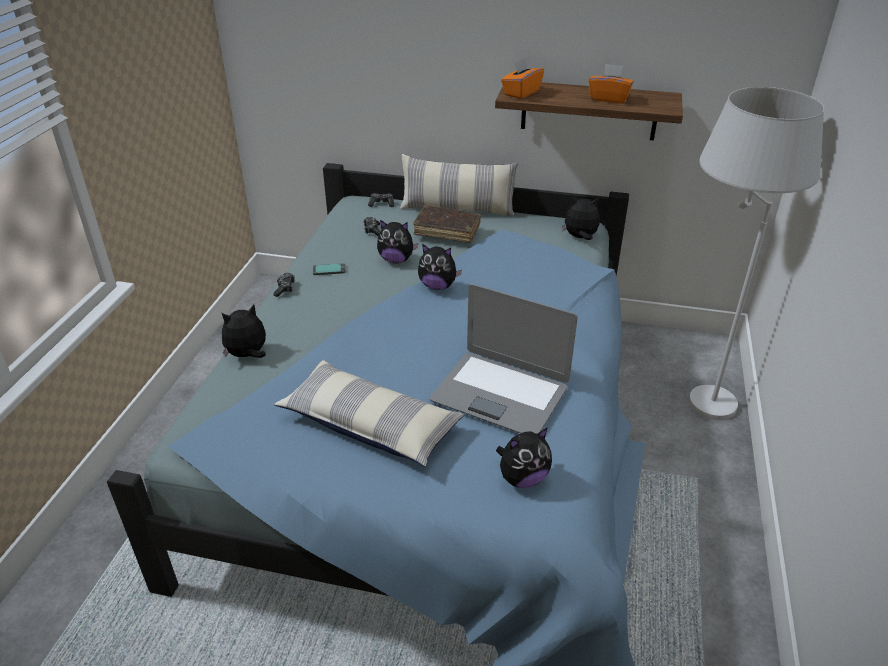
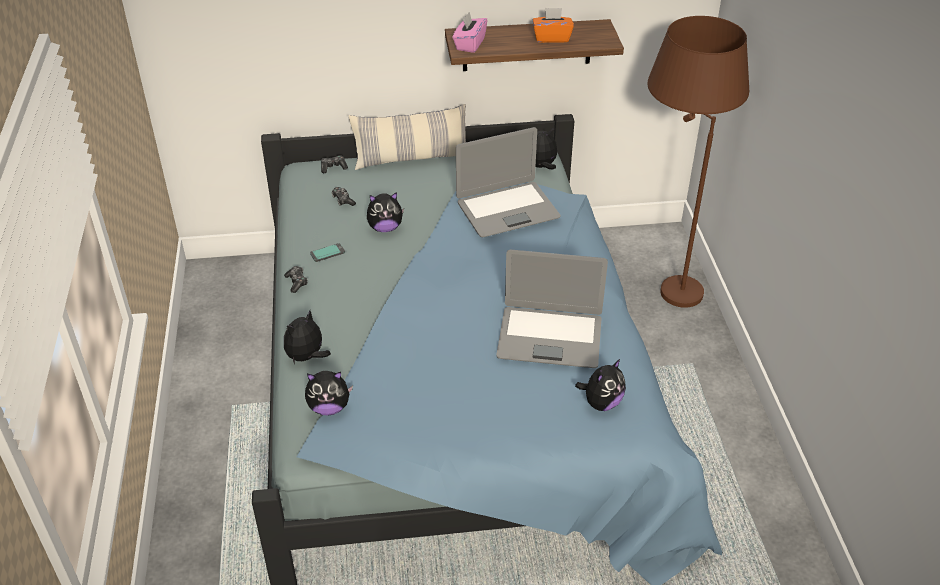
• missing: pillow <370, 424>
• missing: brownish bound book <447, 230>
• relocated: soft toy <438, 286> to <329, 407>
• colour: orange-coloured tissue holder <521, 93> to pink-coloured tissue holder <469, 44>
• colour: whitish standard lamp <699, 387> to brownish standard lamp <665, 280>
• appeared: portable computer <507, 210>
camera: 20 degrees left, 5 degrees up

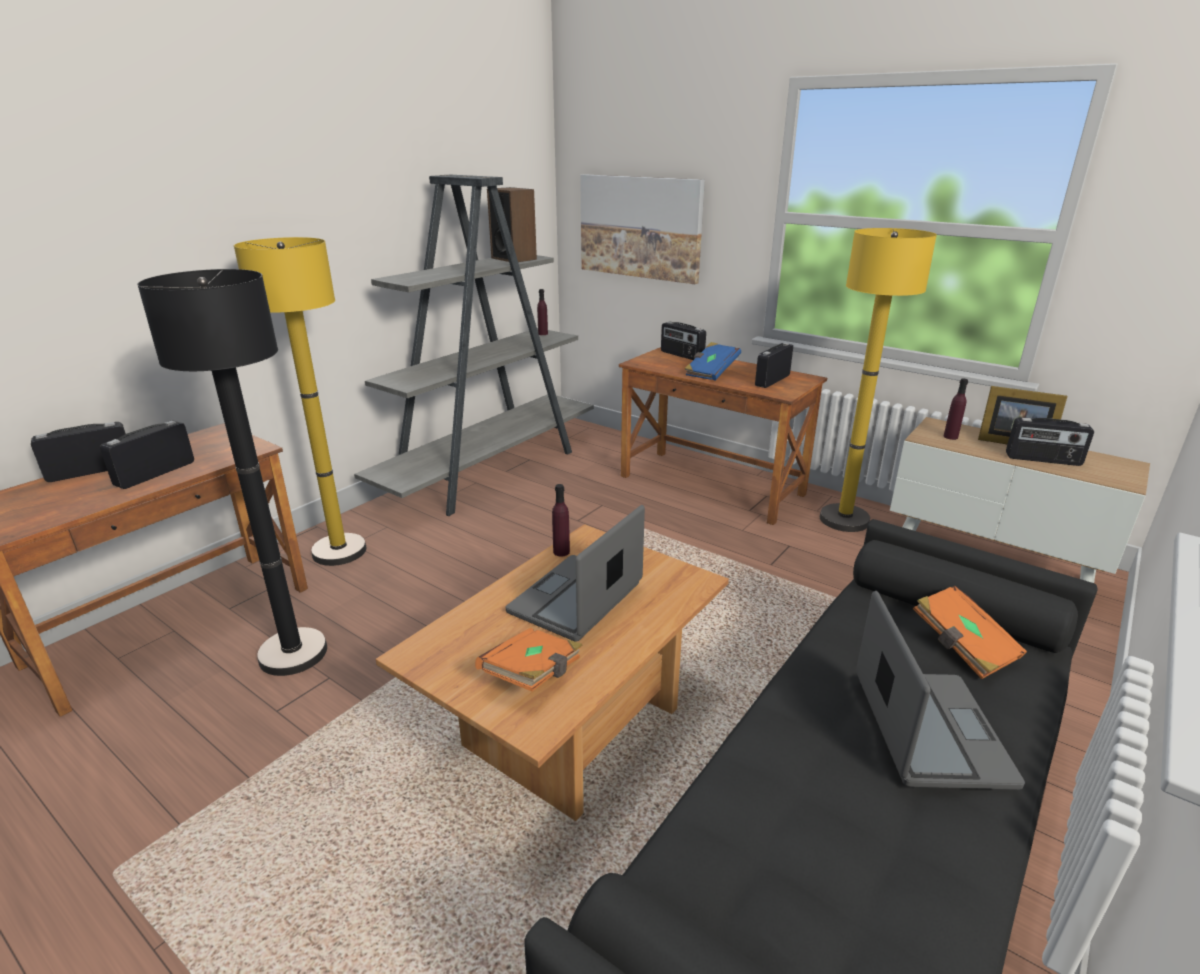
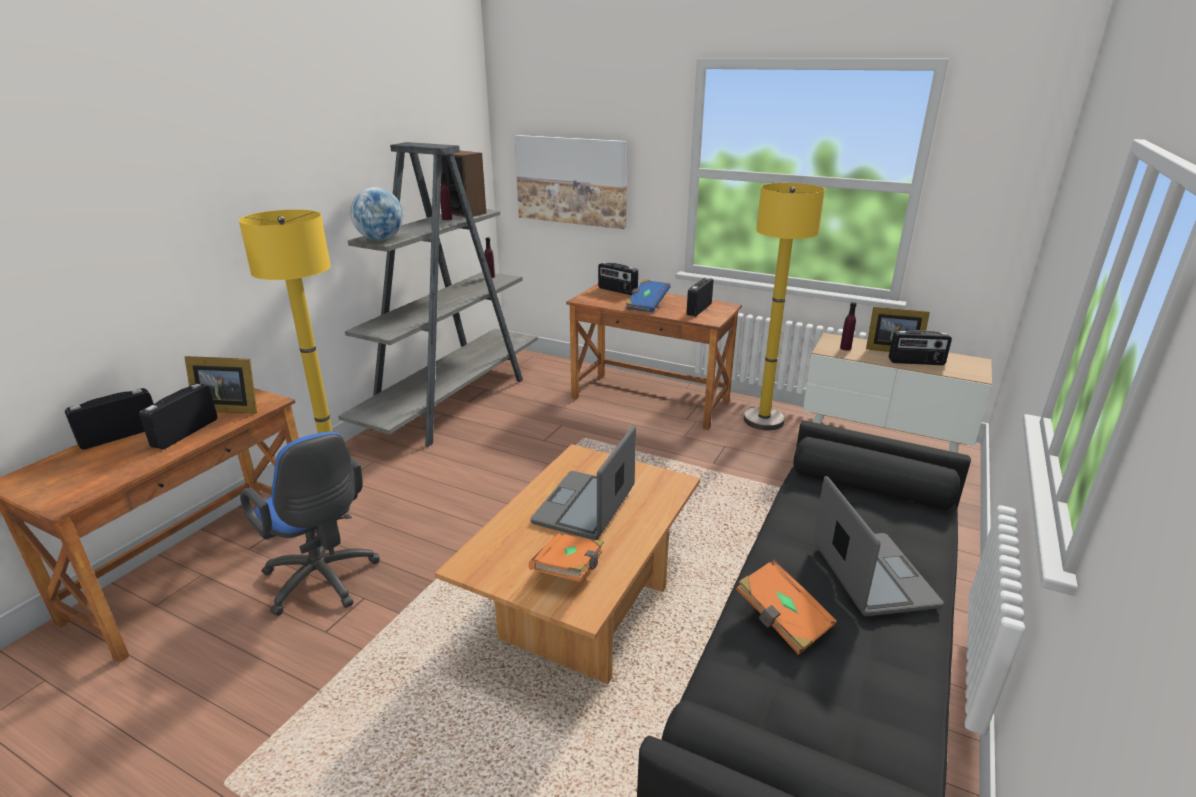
• exchanged: black standard lamp <293, 653> to blue-coloured desk chair <323, 581>
• relocated: purple beverage bottle <561, 552> to <447, 219>
• relocated: orange-coloured bound book <962, 646> to <782, 619>
• appeared: photo frame <228, 408>
• appeared: globe <380, 239>
camera: 10 degrees left, 0 degrees up

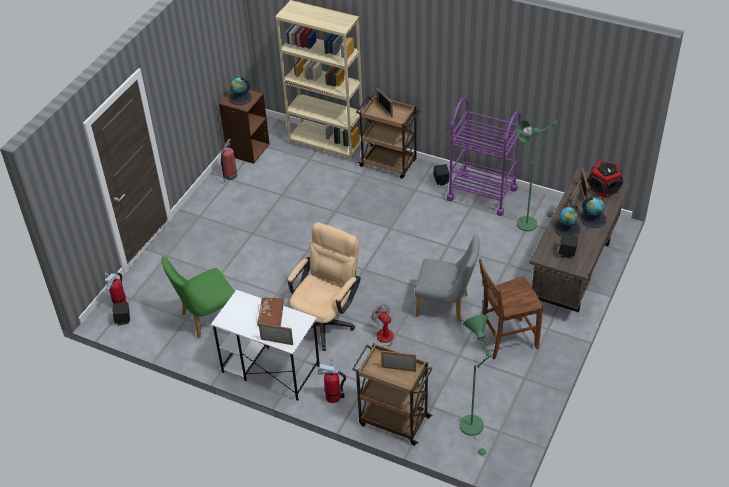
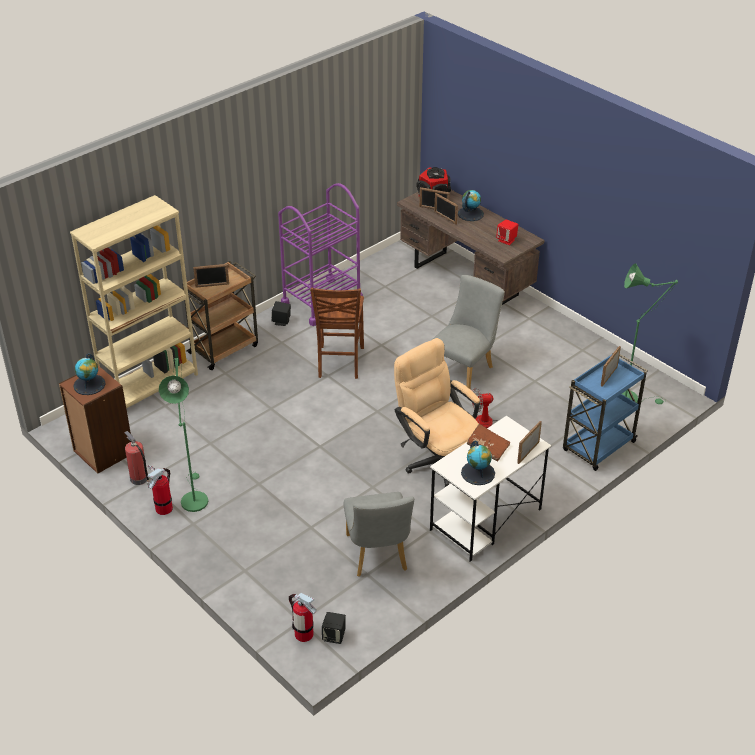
• colour: greenish upright chair <206, 319> to greyish upright chair <378, 556>
• relocated: fire extinguisher <333, 397> to <164, 508>
• colour: brownish wheeled cart <393, 420> to blue-coloured wheeled cart <598, 447>
• relocated: brownish upright chair <506, 339> to <339, 363>
• relocated: greenish standard lamp <530, 222> to <193, 498>
• relocated: globe <567, 228> to <478, 473>
• colour: black speaker <567, 253> to red-coloured speaker <506, 240>
camera: 70 degrees left, 5 degrees down

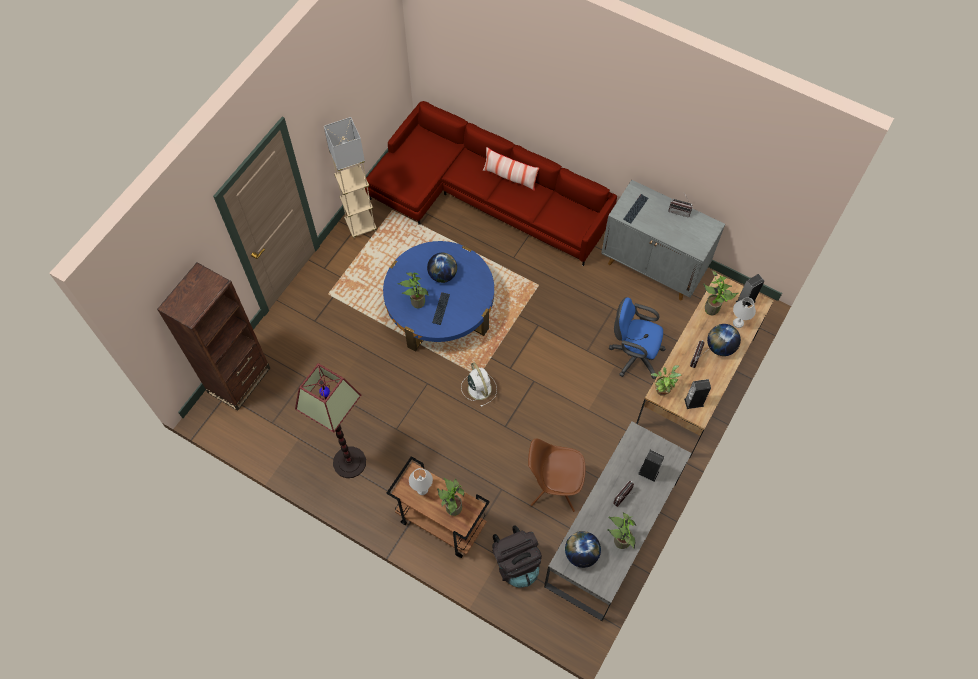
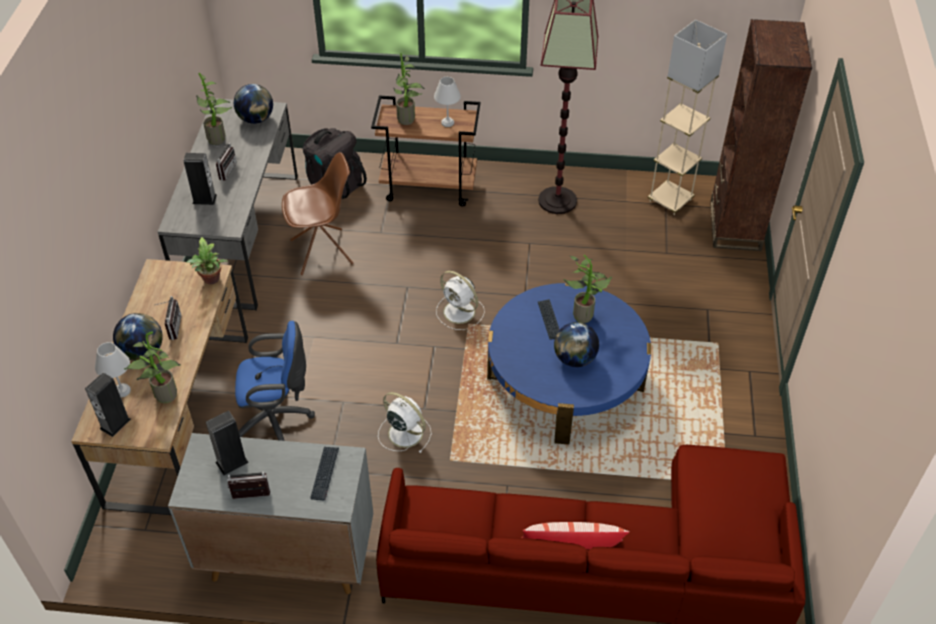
• relocated: beige-coloured standard lamp <361, 225> to <670, 200>
• relocated: speaker <694, 402> to <232, 462>
• appeared: whitish electric fan <404, 432>
camera: 155 degrees right, 15 degrees down

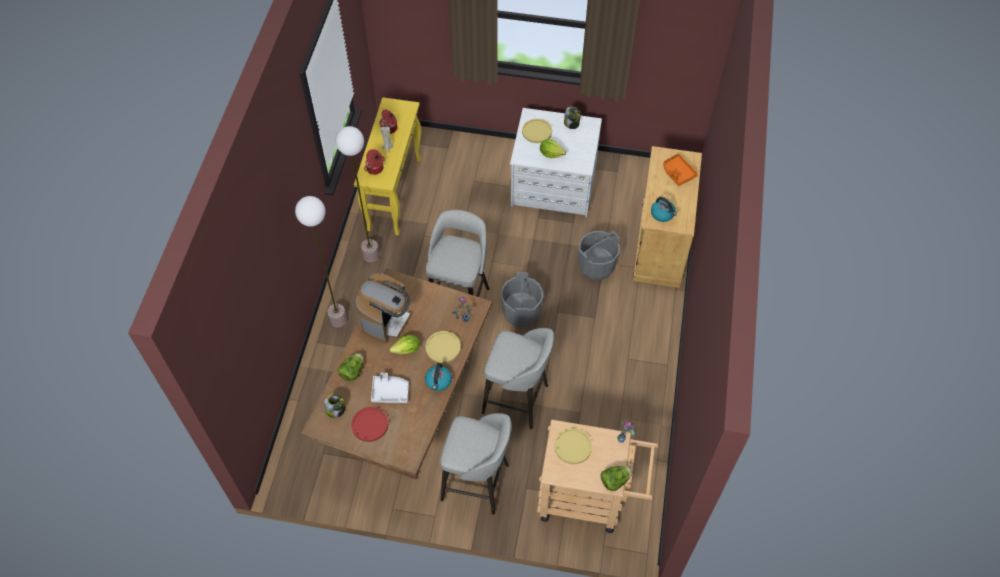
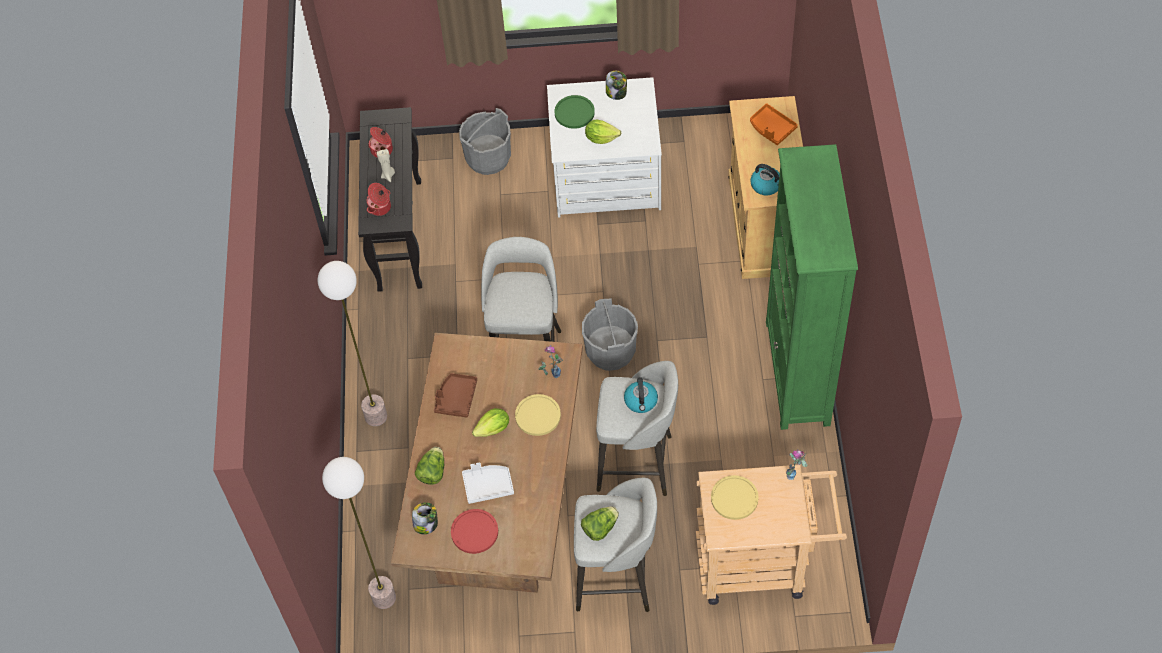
• relocated: standard lamp <371, 255> to <383, 597>
• colour: yellowish hall table <394, 193> to black hall table <399, 234>
• exchanged: coffee machine <387, 320> to brownish tray <456, 398>
• relocated: water kettle <438, 381> to <641, 401>
• colour: yellowish plate <537, 131> to greenish plate <574, 112>
• relocated: greyish pail <596, 266> to <488, 158>
• relocated: head of lettuce <615, 480> to <600, 528>
• appeared: greenish bookcase <797, 373>
camera: 10 degrees left, 0 degrees up

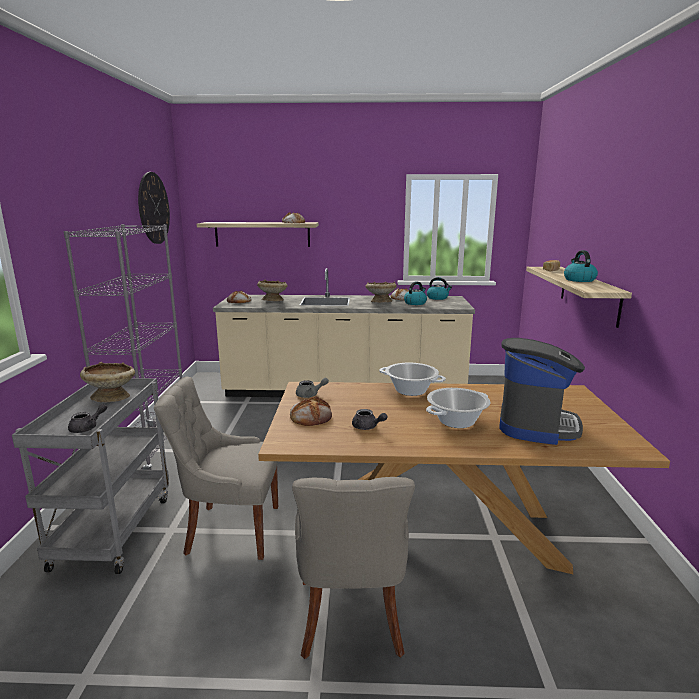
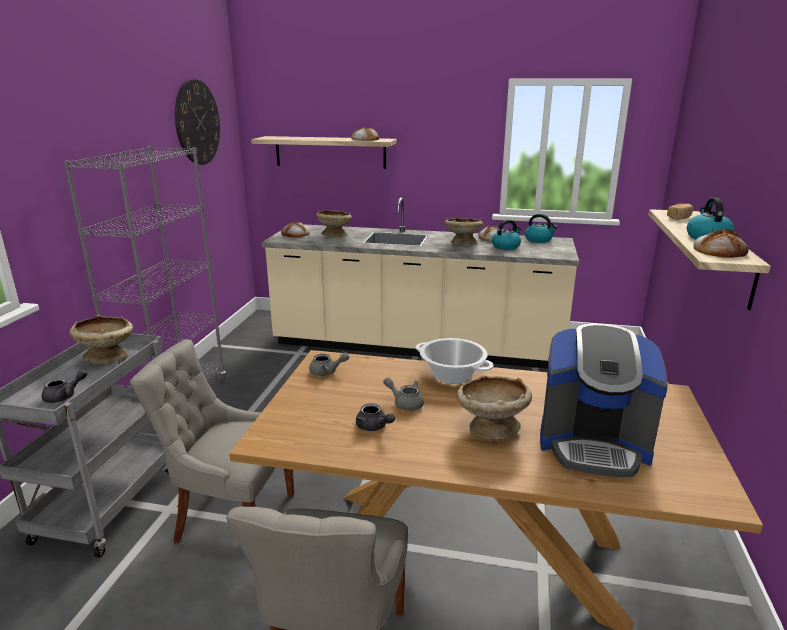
• relocated: bread <311, 416> to <719, 251>
• exchanged: cooking pot <457, 421> to beige-coloured bowl <490, 428>
• spun: coffee machine <536, 425> = <593, 444> 75 degrees clockwise
• appeared: greyish tea pot <405, 403>
camera: 10 degrees right, 5 degrees up

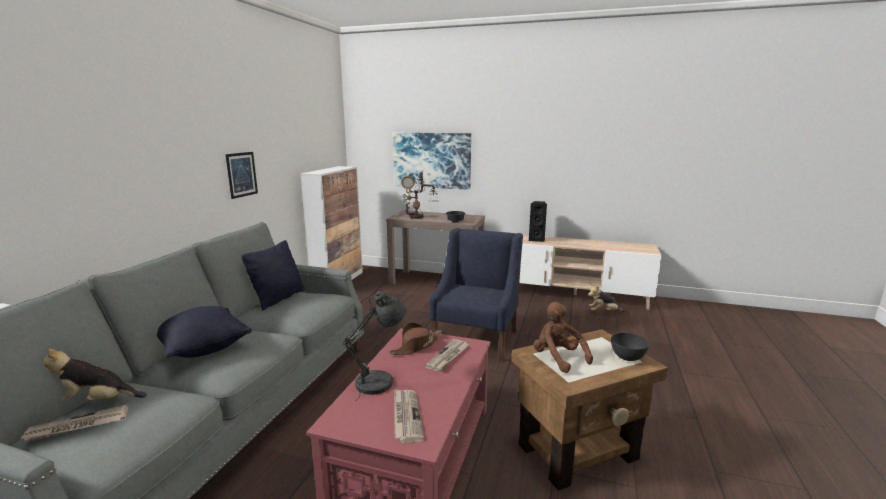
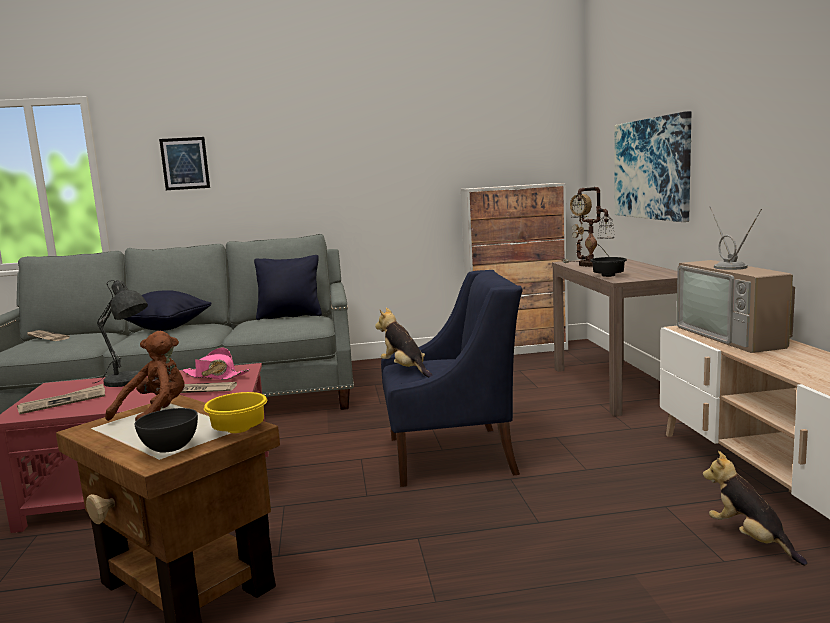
• relocated: soft toy <97, 401> to <405, 369>
• relocated: picture <241, 174> to <185, 163>
• colour: brownish wearable hat <416, 346> to pink-coloured wearable hat <215, 376>
• exchanged: black speaker <537, 239> to TV set <736, 336>
• appeared: yellowish bowl <240, 429>
camera: 65 degrees right, 5 degrees down

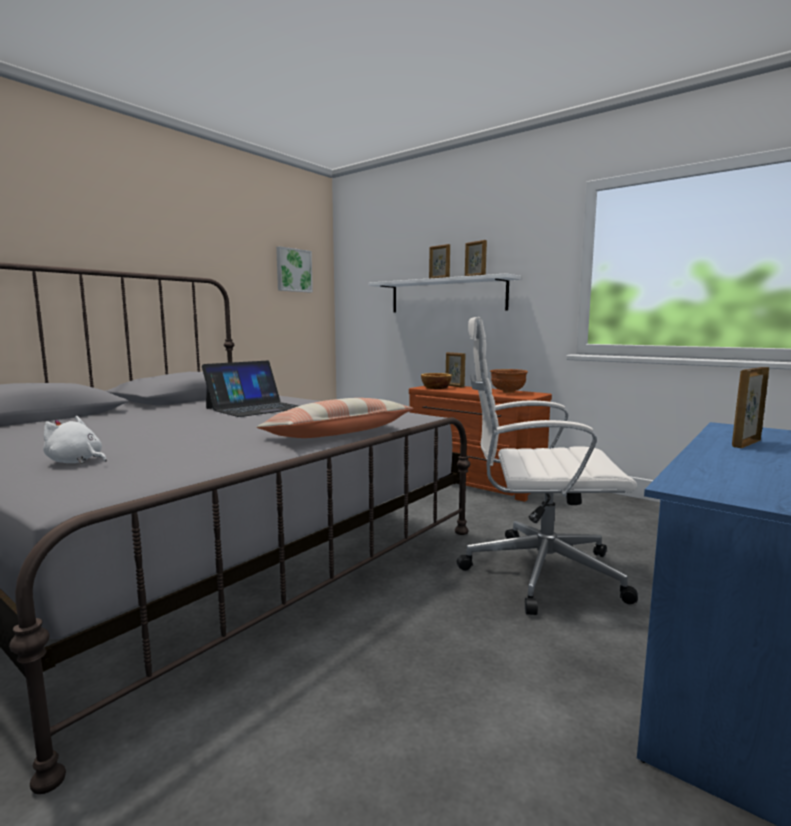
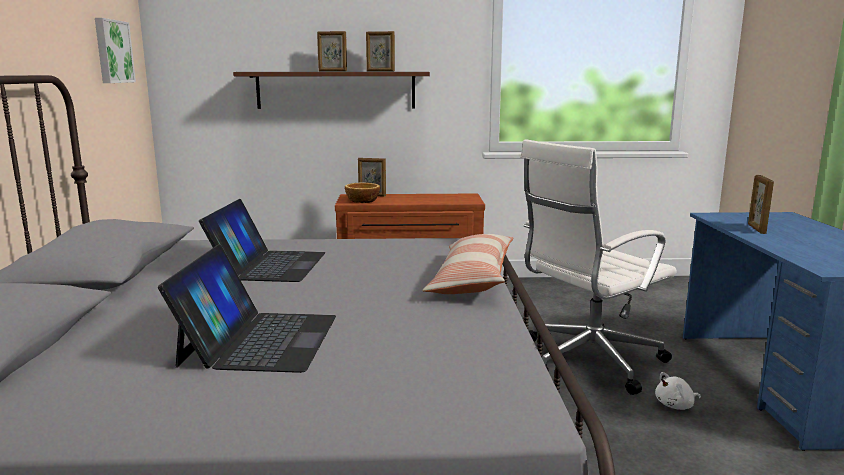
• relocated: whitish soft toy <76, 462> to <676, 405>
• colour: whitish bracket shelf <446, 296> to brownish bracket shelf <336, 90>
• missing: brownish bowl <507, 392>
• appeared: portable computer <259, 340>
camera: 40 degrees left, 5 degrees up

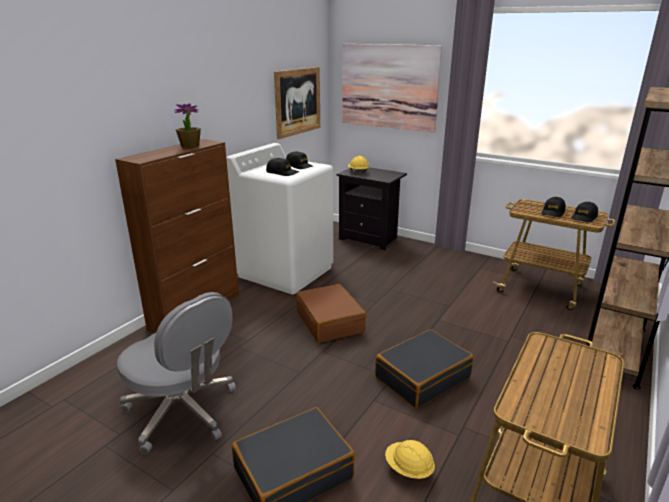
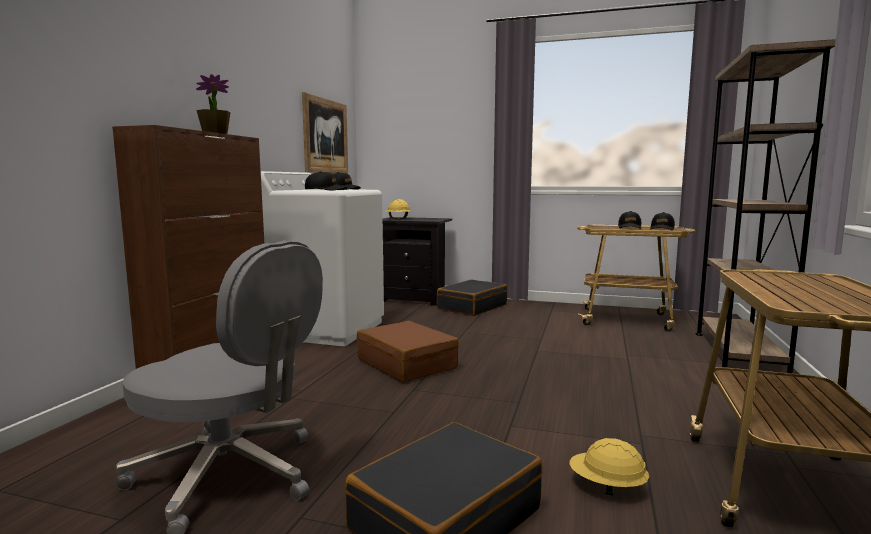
• missing: picture <389, 86>
• relocated: black suitcase <422, 377> to <471, 307>
camera: 15 degrees left, 15 degrees down

